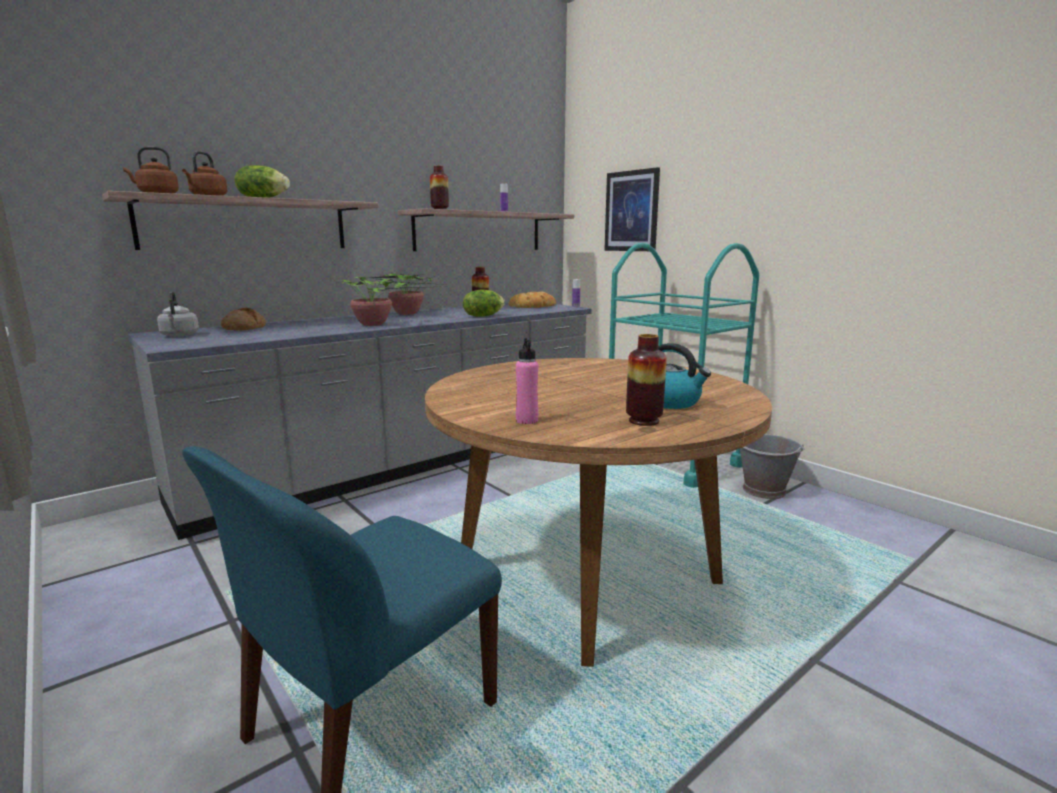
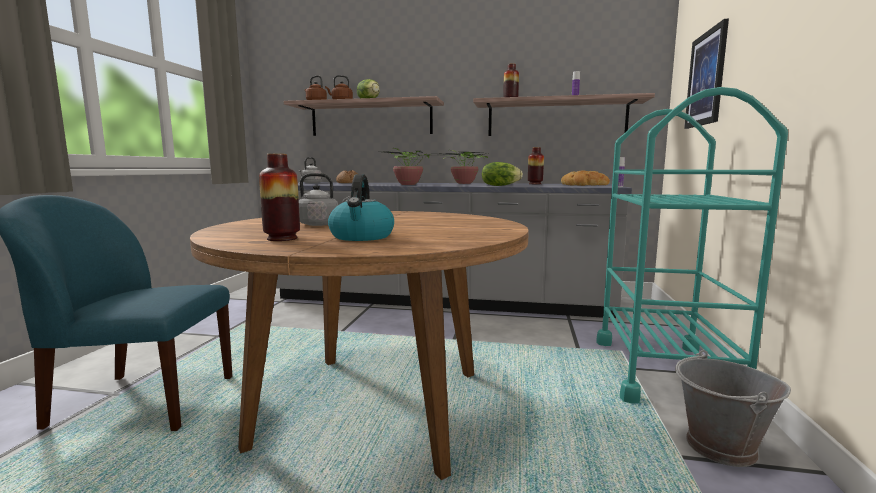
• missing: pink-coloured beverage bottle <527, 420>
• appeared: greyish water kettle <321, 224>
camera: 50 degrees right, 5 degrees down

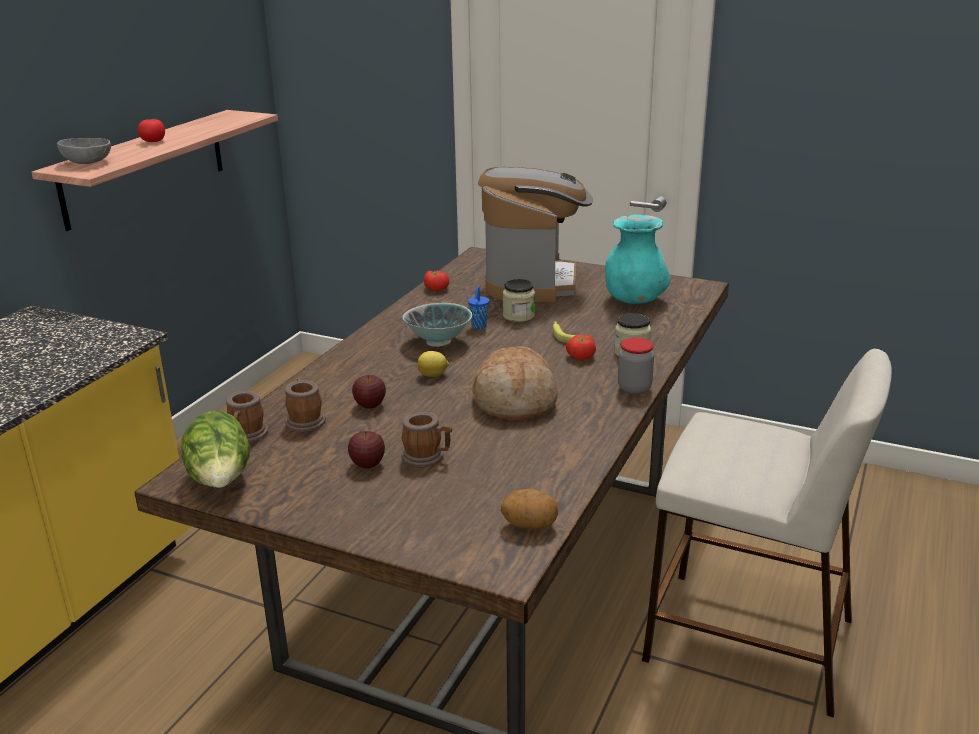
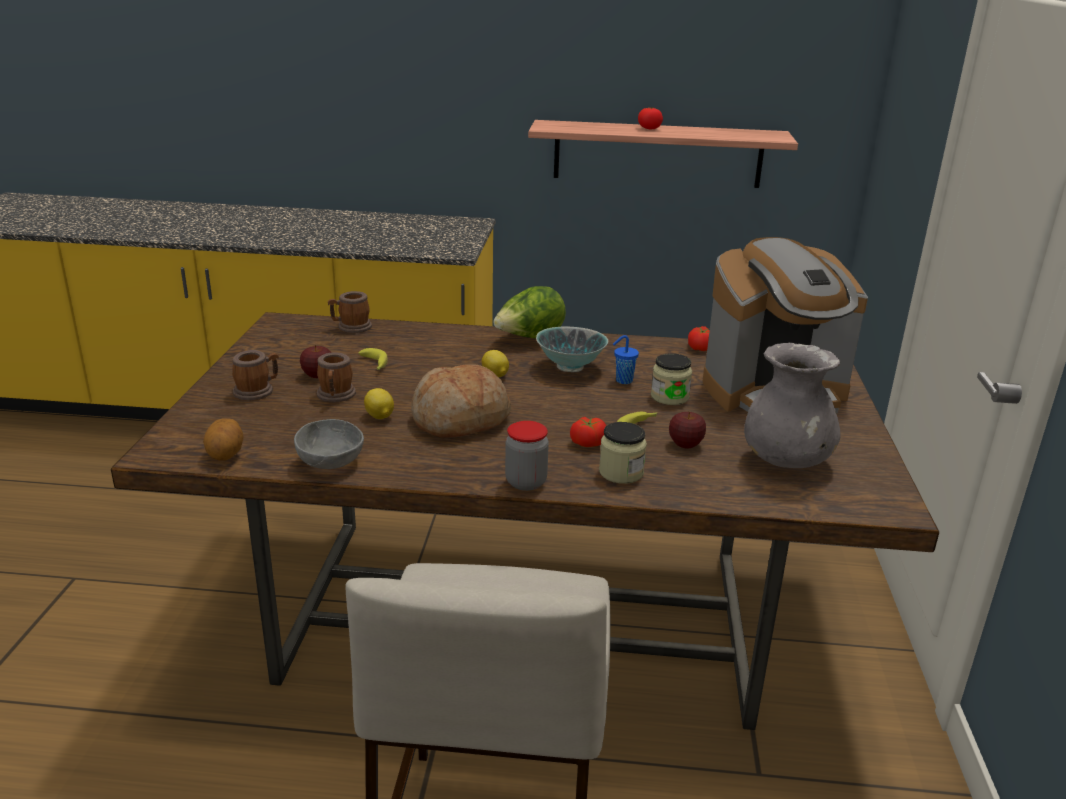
• relocated: greyish bowl <88, 162> to <332, 461>
• relocated: head of lettuce <221, 482> to <529, 338>
• relocated: mug <304, 420> to <257, 391>
• relocated: whole apple <369, 405> to <685, 444>
• colour: blue-green vase <634, 300> to greyish vase <786, 461>
• appeared: banana fruit <374, 365>
• appeared: lemon <379, 417>
camera: 70 degrees right, 0 degrees up

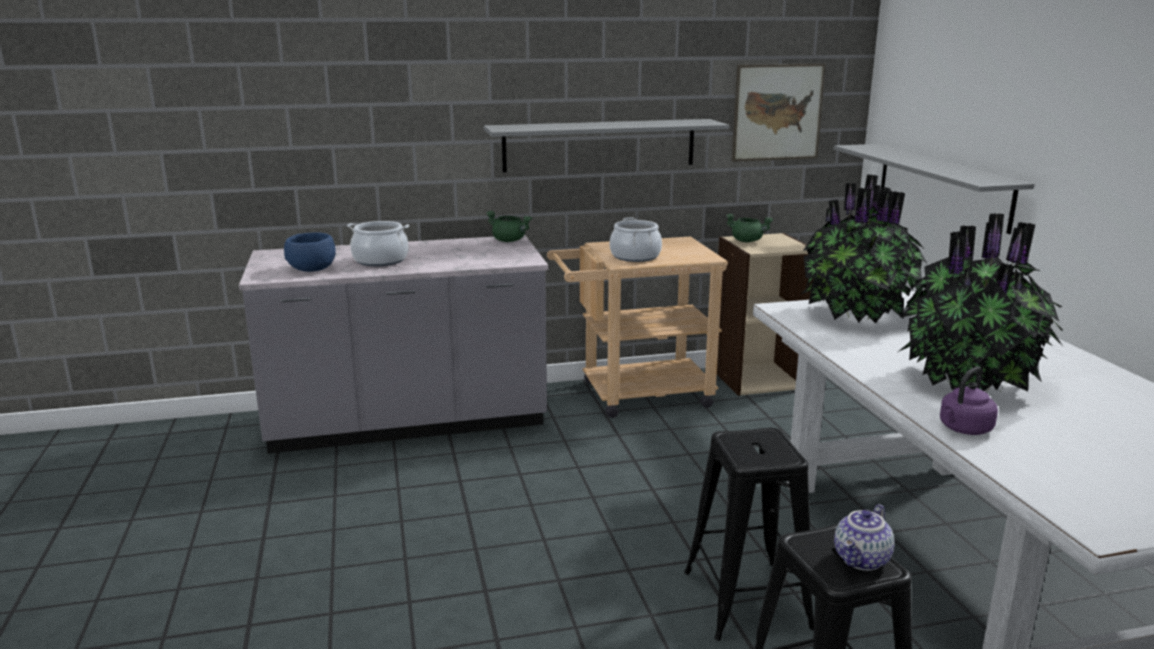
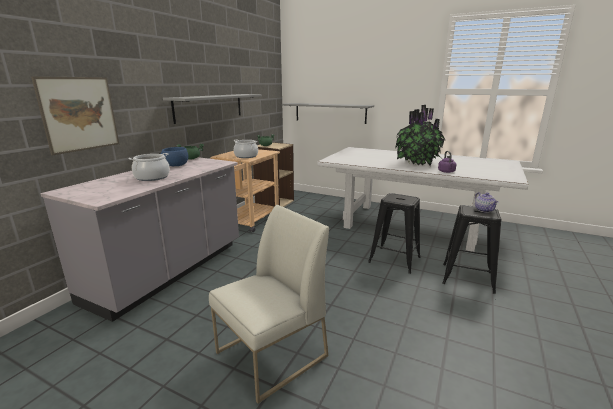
• relocated: blue-coloured bowl <311, 269> to <176, 165>
• relocated: picture <777, 112> to <79, 114>
• missing: houseplant <857, 316>
• appeared: whitish upright chair <271, 355>
camera: 50 degrees left, 0 degrees up

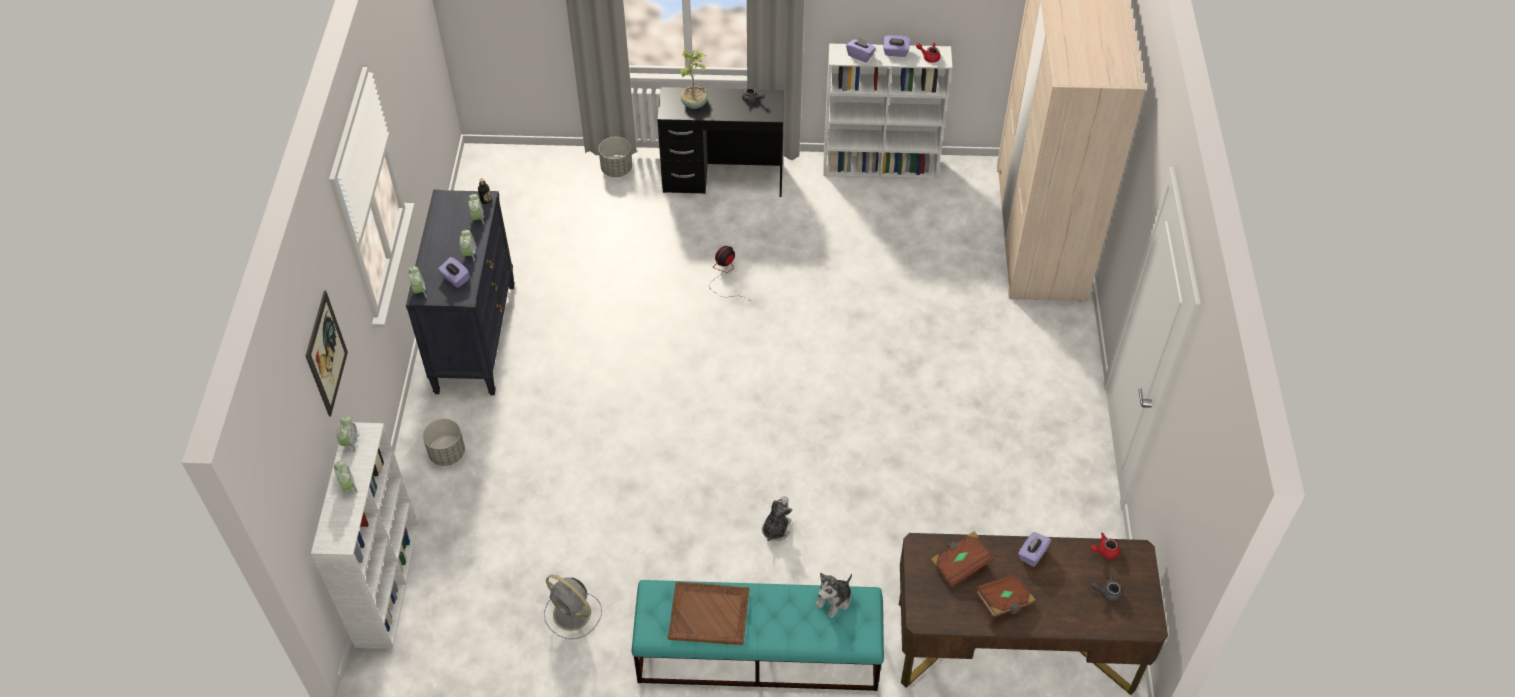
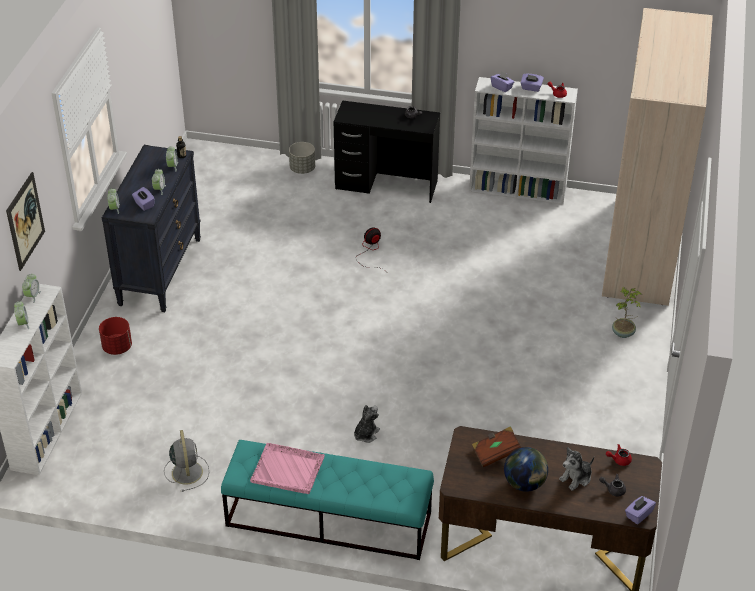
• colour: greyish plant pot <447, 453> to red-coloured plant pot <117, 347>
• spun: greyish electric fan <573, 614> = <187, 471> 150 degrees counterclockwise
• colour: brownish tray <710, 614> to pink-coloured tray <288, 470>
• relocated: houseplant <695, 103> to <623, 333>
• relocated: soft toy <834, 600> to <576, 478>
• exchanged: brownish bound book <1003, 602> to globe <524, 483>
• relocated: purple tissue holder <1032, 554> to <638, 515>
camera: 10 degrees right, 10 degrees down

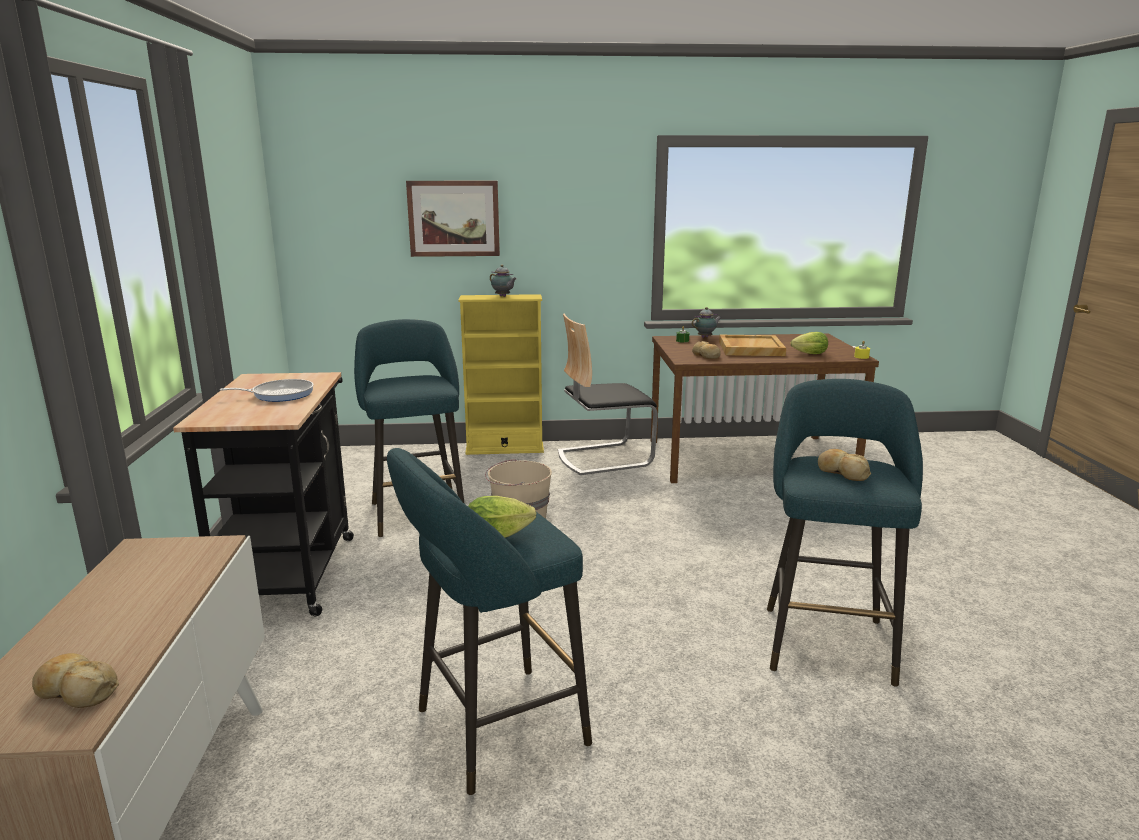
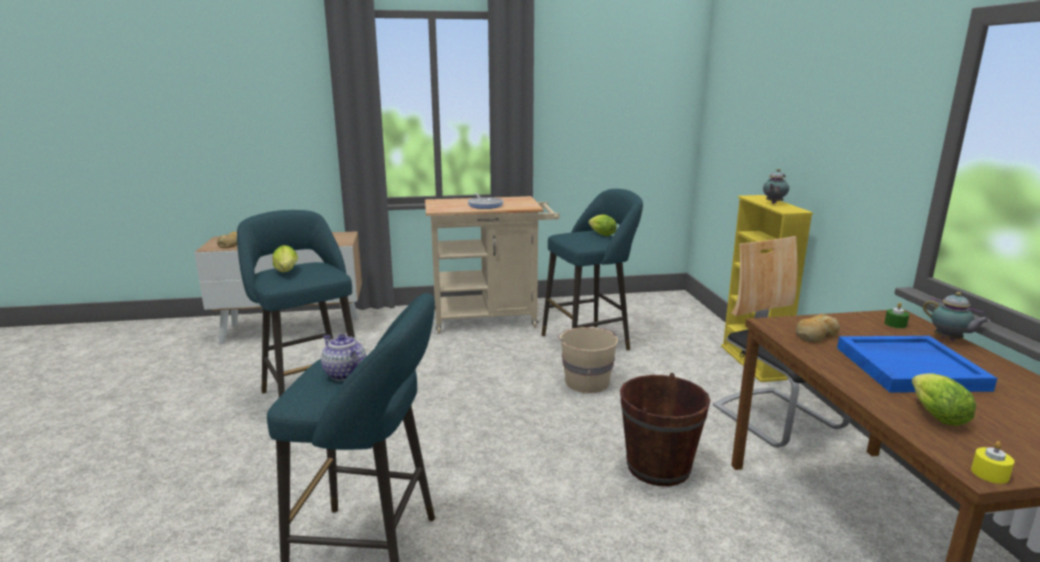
• colour: black wheeled cart <292, 569> to beige-coloured wheeled cart <492, 319>
• missing: picture <454, 218>
• colour: beige-coloured tray <750, 348> to blue-coloured tray <910, 367>
• exchanged: bread <842, 472> to tea pot <344, 373>
• appeared: head of lettuce <600, 234>
• appeared: brownish pail <658, 467>
camera: 85 degrees right, 0 degrees up

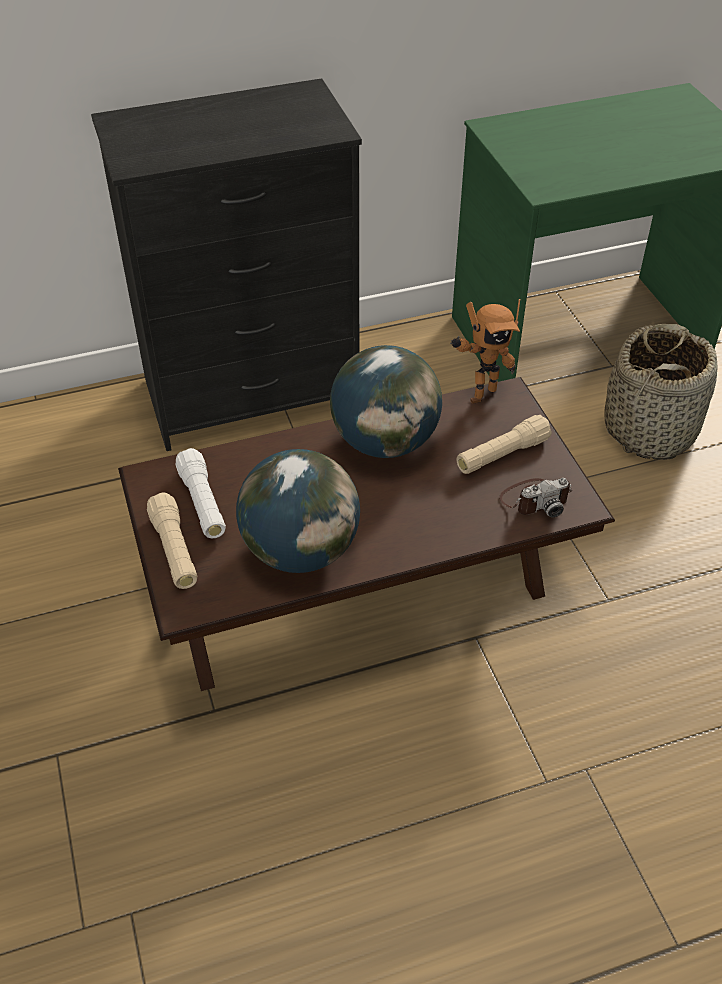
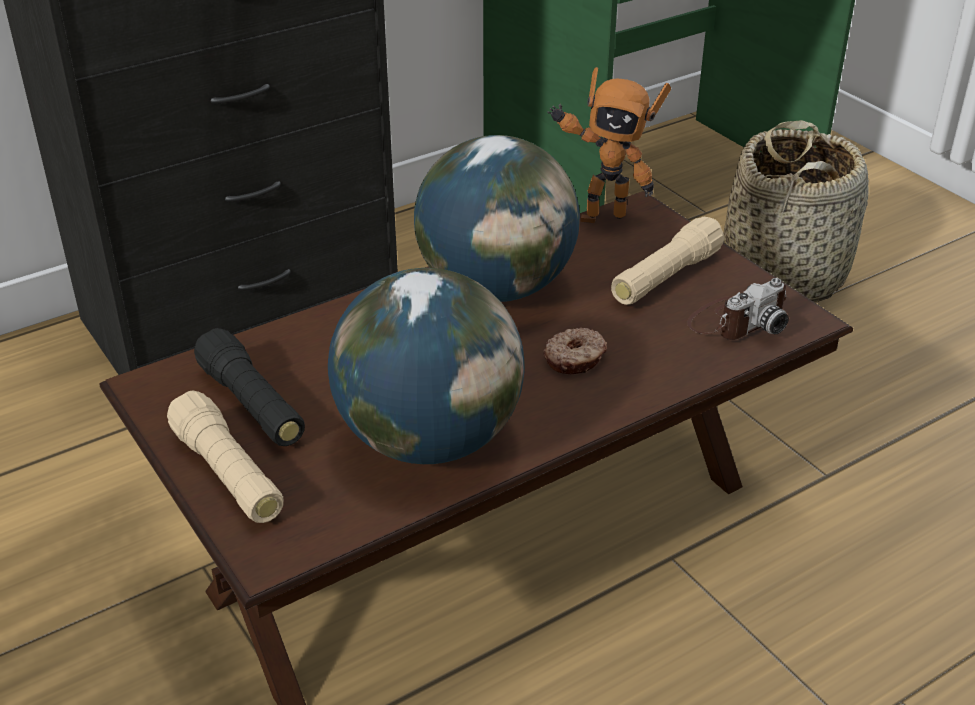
• colour: whitish torch <202, 503> to black torch <252, 405>
• spun: robot figure <480, 393> = <601, 215> 45 degrees clockwise
• appeared: ring doughnut <575, 359>
camera: 15 degrees left, 10 degrees down

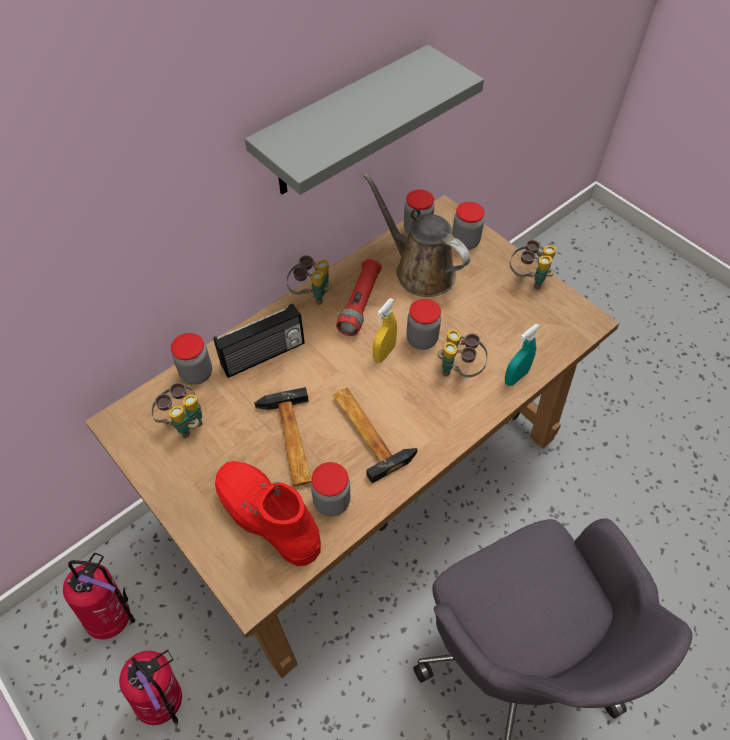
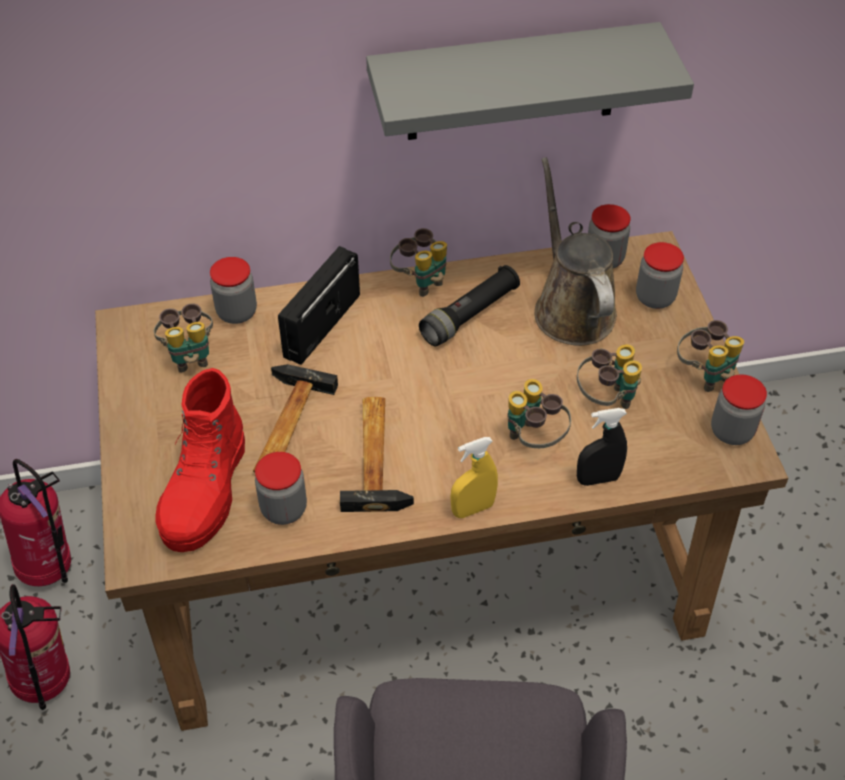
• spun: radio receiver <264, 356> = <320, 325> 120 degrees clockwise
• spun: red-coloured high-top boot <267, 518> = <206, 492> 150 degrees counterclockwise
• colour: red-coloured torch <360, 304> to black torch <470, 315>
• relocated: yellowish sprayer <384, 353> to <473, 509>
• relocated: jar <422, 339> to <731, 431>
• colour: blue-green sprayer <516, 377> to black sprayer <598, 479>
• appeared: binoculars <606, 399>
camera: 30 degrees right, 5 degrees down

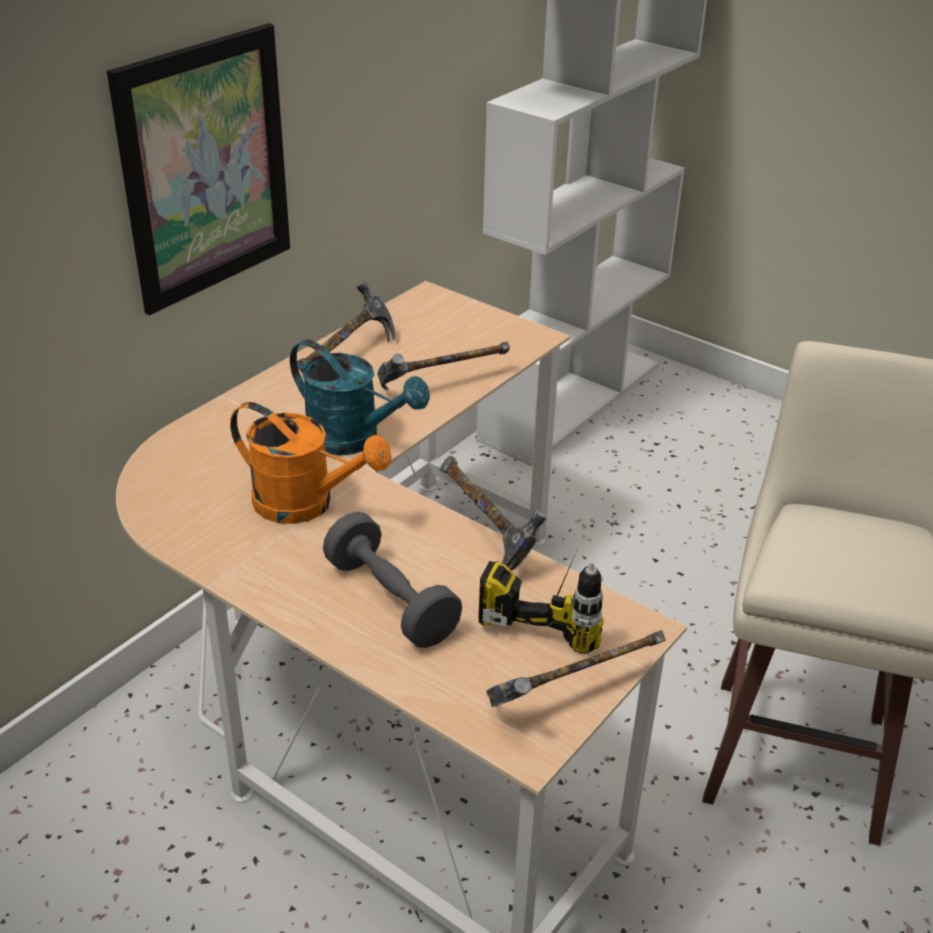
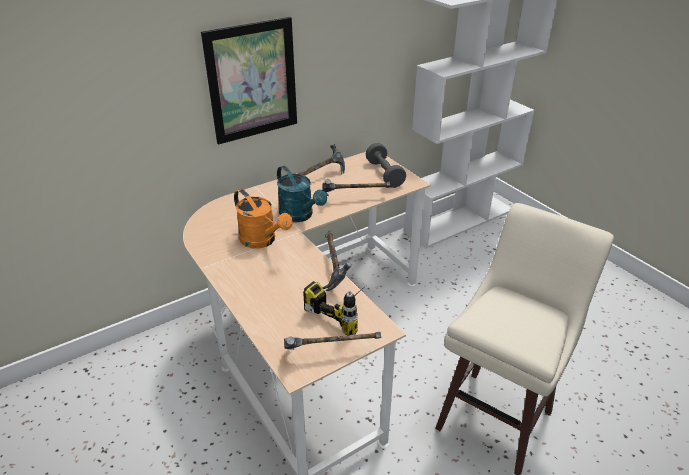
• relocated: greyish free weight <391, 600> to <384, 174>
camera: 20 degrees right, 0 degrees up

